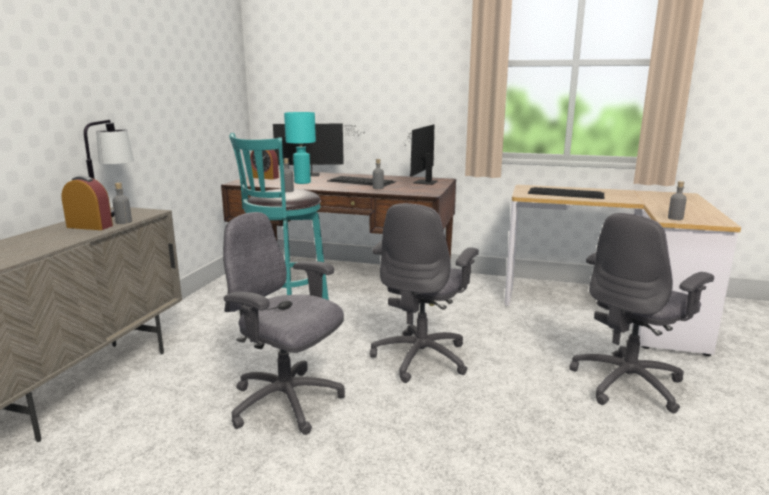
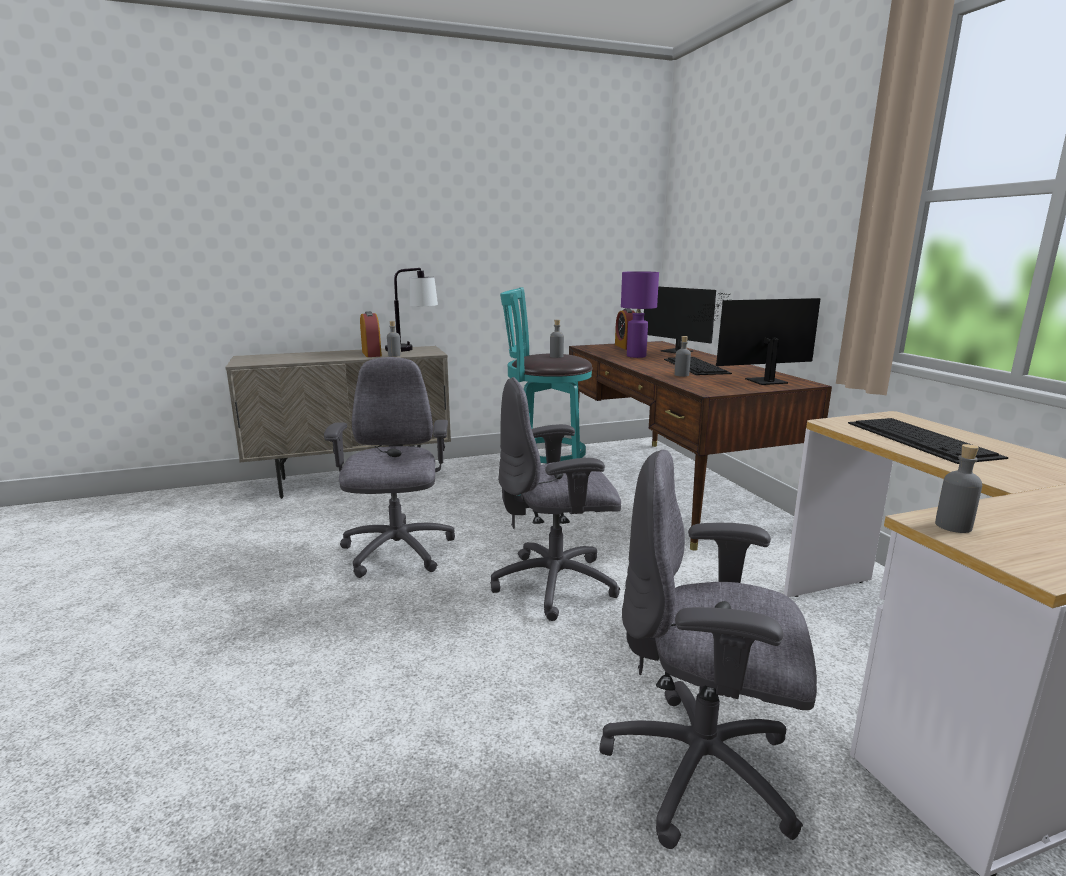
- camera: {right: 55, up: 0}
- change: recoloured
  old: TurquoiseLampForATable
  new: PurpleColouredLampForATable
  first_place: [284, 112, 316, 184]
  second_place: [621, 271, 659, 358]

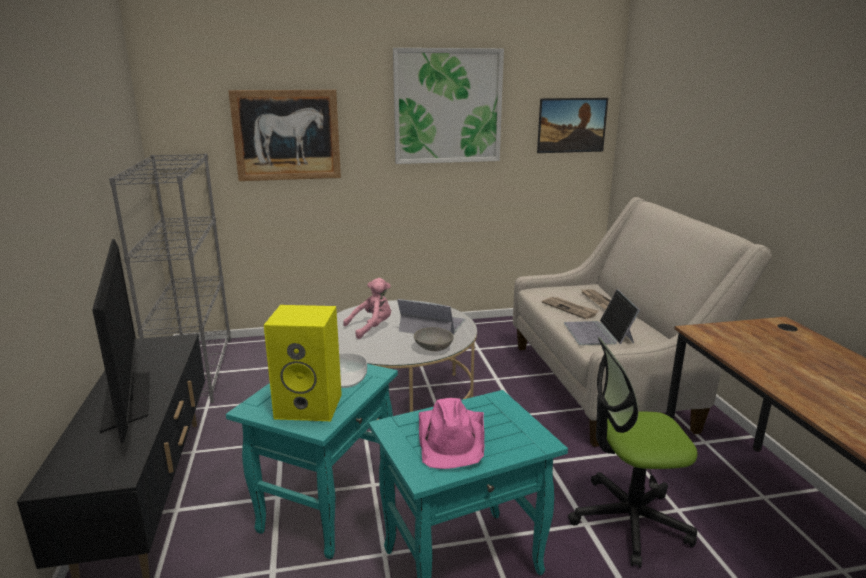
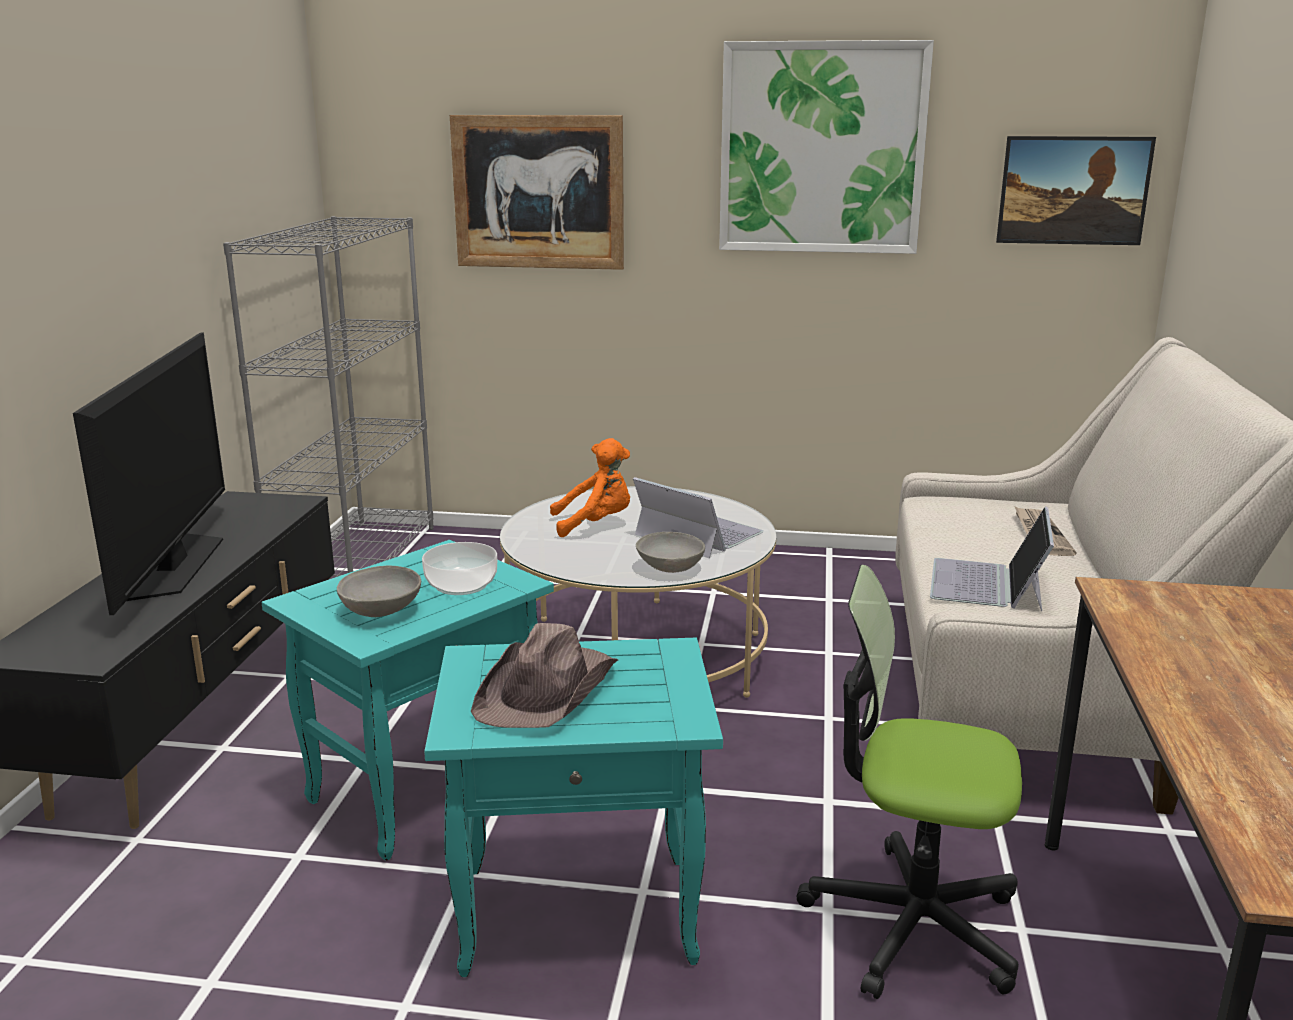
- camera: {right: 20, up: 0}
- change: replaced
  old: YellowSpeaker
  new: GrayBowl
  first_place: [264, 305, 342, 421]
  second_place: [337, 566, 421, 617]
- change: recoloured
  old: PinkCuddlyToy
  new: OrangeCuddlyToy
  first_place: [343, 278, 391, 339]
  second_place: [550, 438, 630, 537]
- change: recoloured
  old: PinkHat
  new: BrownColouredHat
  first_place: [419, 398, 485, 469]
  second_place: [471, 623, 618, 728]
- change: removed
  old: Newspaper
  first_place: [542, 297, 599, 319]

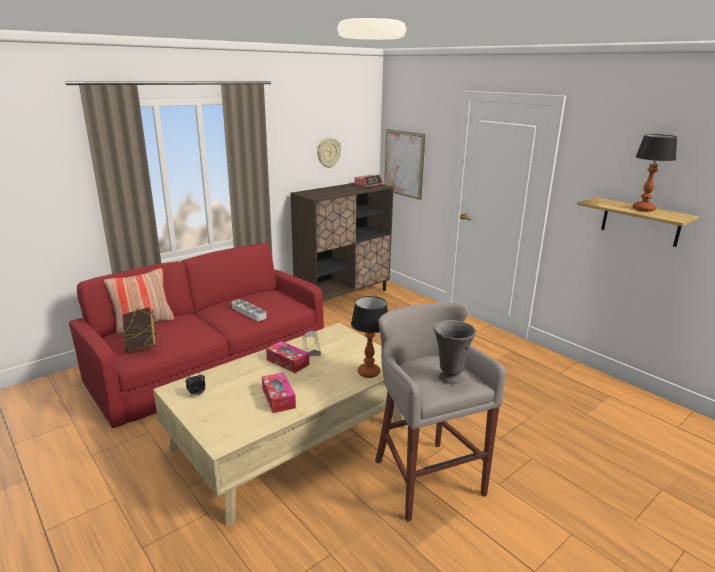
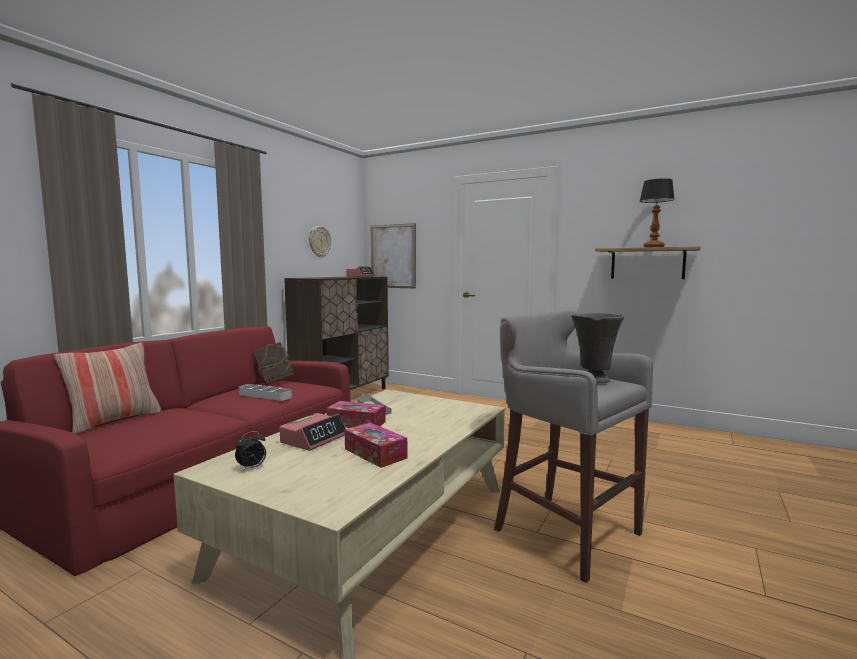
- camera: {right: -20, up: -15}
- change: moved
  old: Volume
  first_place: [122, 307, 157, 353]
  second_place: [253, 342, 294, 385]
- change: removed
  old: LampForATable
  first_place: [351, 296, 388, 378]
- change: added
  new: BedsideClock
  second_place: [280, 413, 346, 451]

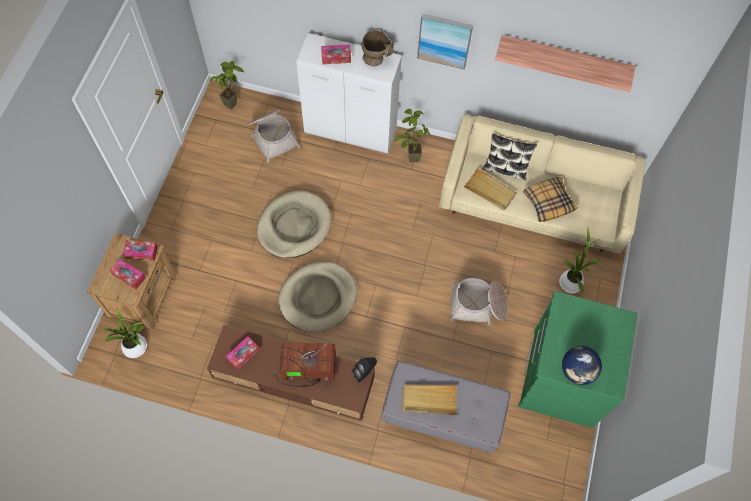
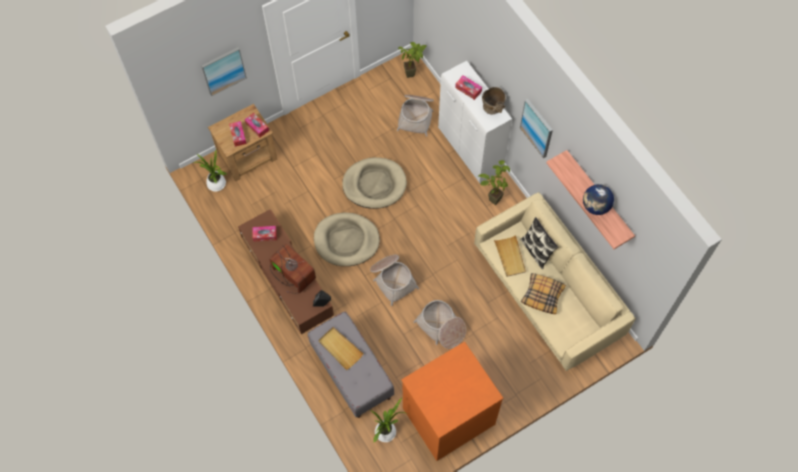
- camera: {right: 45, up: 0}
- change: recoloured
  old: GreenishDrawerChest
  new: OrangeDrawerChest
  first_place: [518, 291, 638, 428]
  second_place: [401, 342, 503, 461]
- change: moved
  old: Houseplant
  first_place: [559, 227, 604, 293]
  second_place: [371, 398, 409, 442]
- change: moved
  old: DeskGlobe
  first_place: [562, 346, 602, 385]
  second_place: [583, 184, 614, 215]
- change: added
  new: WallArt
  second_place: [201, 47, 247, 96]
- change: added
  new: HouseholdBasket
  second_place: [370, 255, 419, 306]

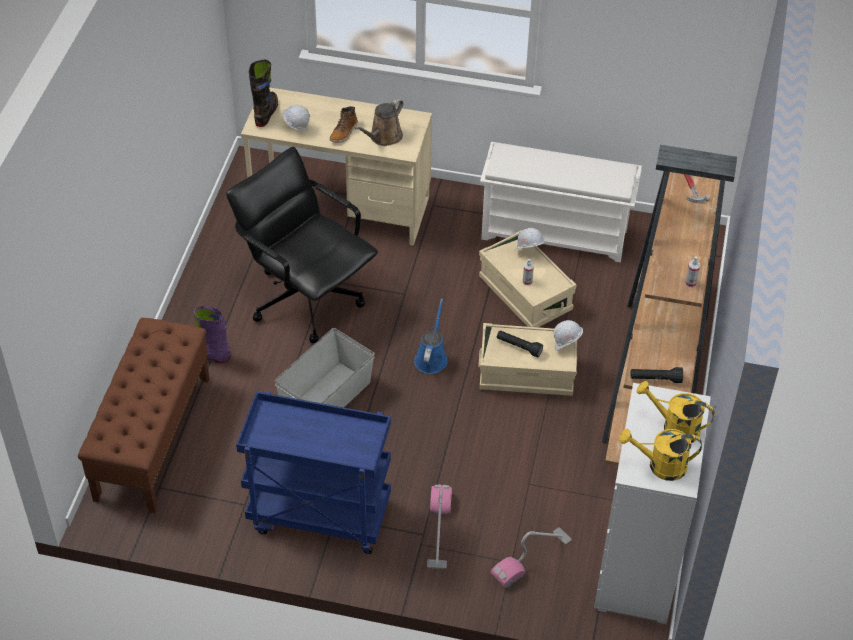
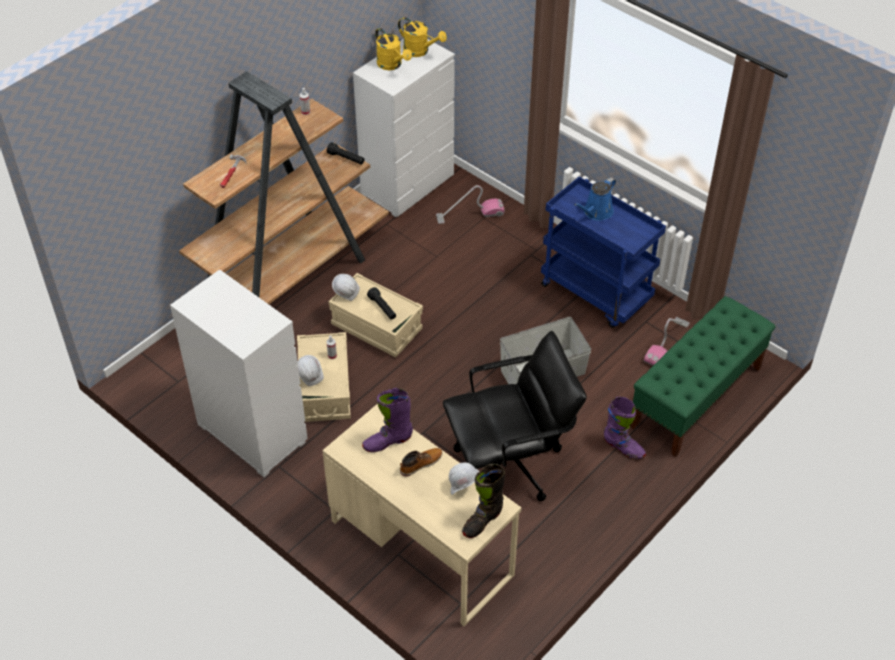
- camera: {right: -150, up: 0}
- change: recoloured
  old: BrownColouredIndoorBench
  new: GreenishIndoorBench
  first_place: [78, 318, 209, 513]
  second_place: [630, 296, 776, 457]
- change: turned
  old: BlackColouredDeskChair
  first_place: [226, 147, 378, 343]
  second_place: [443, 331, 587, 501]
  degrees: -90
- change: replaced
  old: BrownColouredWateringCan
  new: PurpleColouredBoot
  first_place: [354, 98, 403, 146]
  second_place: [362, 388, 413, 452]
- change: moved
  old: BlueWateringCan
  first_place: [414, 299, 448, 374]
  second_place: [574, 178, 616, 221]
- change: moved
  old: Hoover
  first_place: [427, 485, 452, 569]
  second_place: [644, 317, 690, 366]
- change: replaced
  old: WhiteShoeStand
  new: WhiteDrawerChest
  first_place: [480, 142, 642, 262]
  second_place: [170, 269, 308, 477]

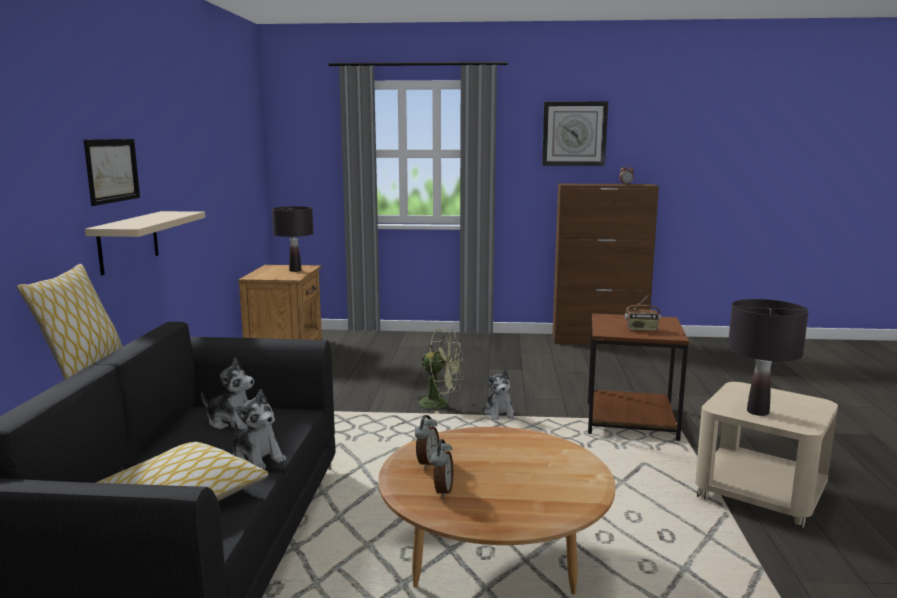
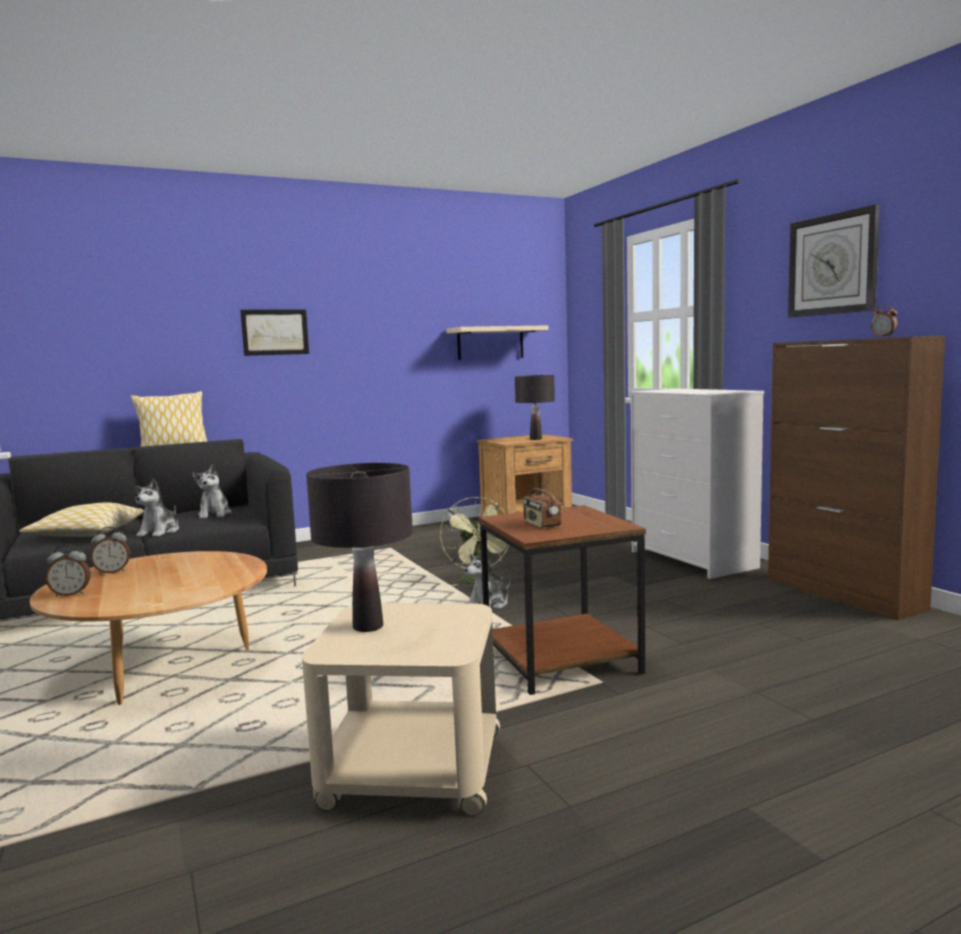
- camera: {right: 60, up: -5}
- change: moved
  old: SandColouredWallShelf
  first_place: [85, 211, 205, 275]
  second_place: [446, 325, 549, 360]
- change: moved
  old: BedsideClock
  first_place: [415, 415, 439, 469]
  second_place: [45, 544, 91, 597]
- change: added
  new: WhiteDrawerChest
  second_place: [629, 389, 764, 579]

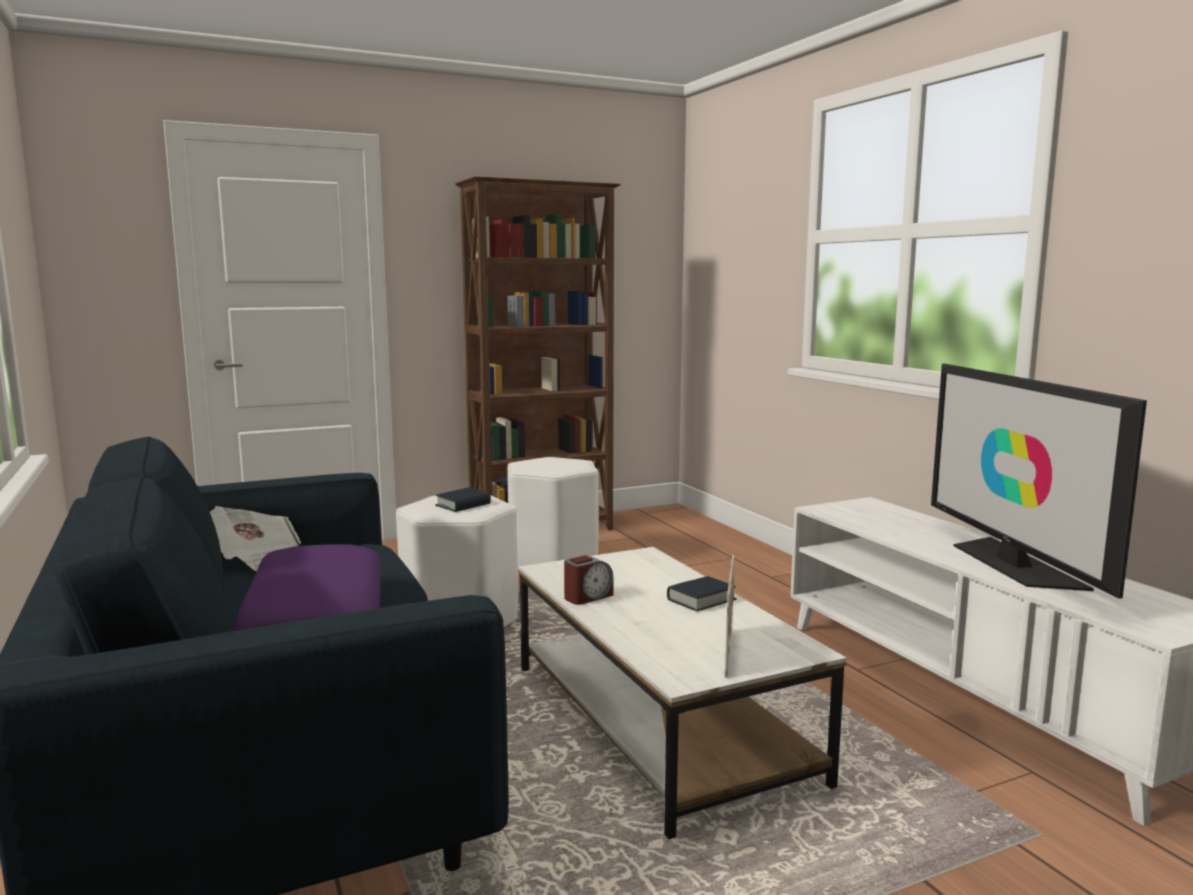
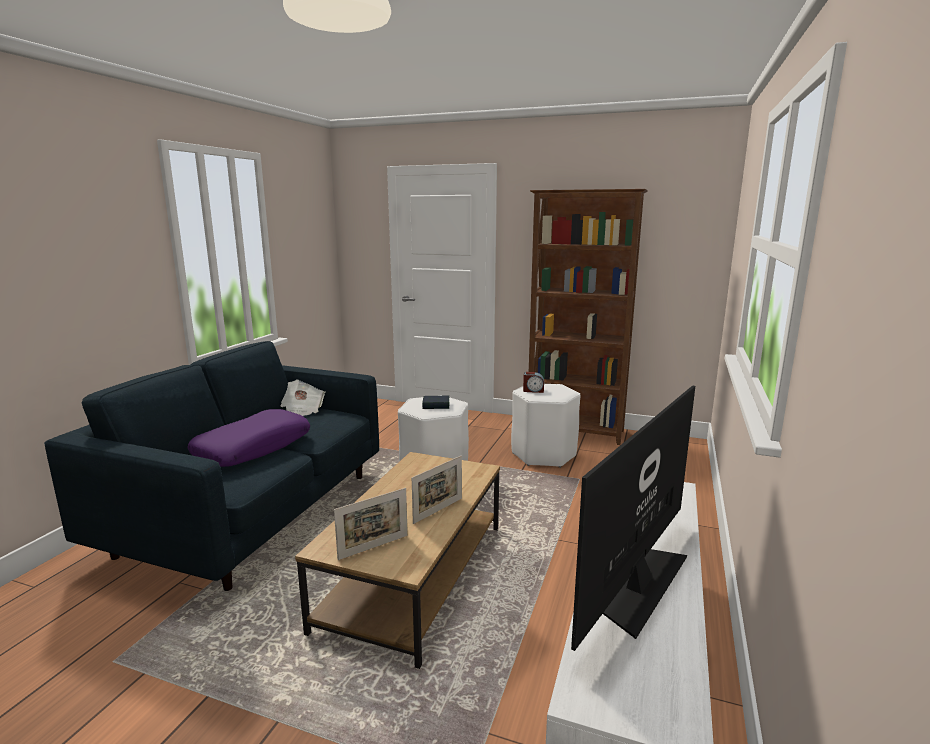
- camera: {right: 45, up: 5}
- change: recoloured
  old: WhiteCoffeeTable
  new: BrownColouredCoffeeTable
  first_place: [519, 547, 847, 839]
  second_place: [295, 452, 500, 669]
- change: moved
  old: BedsideClock
  first_place: [564, 555, 613, 605]
  second_place: [523, 372, 544, 393]
- change: replaced
  old: Volume
  new: StandingFrame
  first_place: [667, 576, 737, 611]
  second_place: [412, 456, 462, 524]

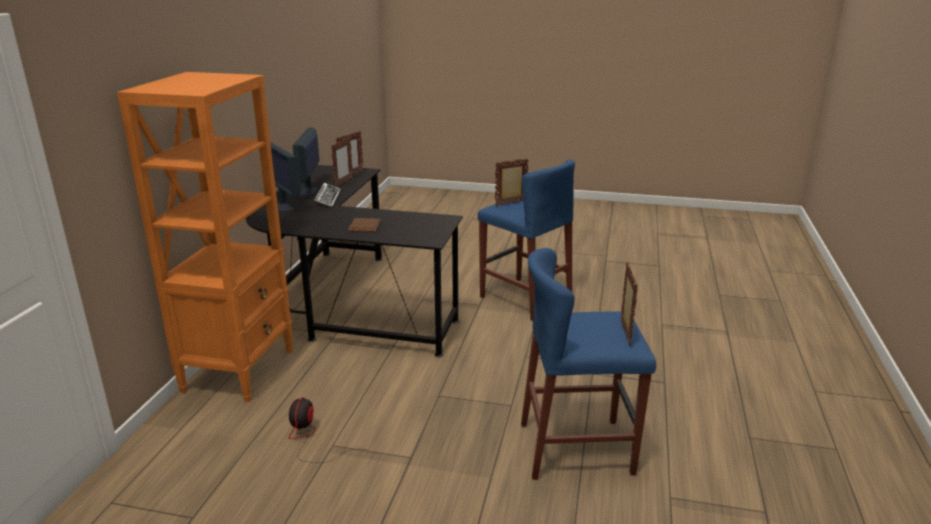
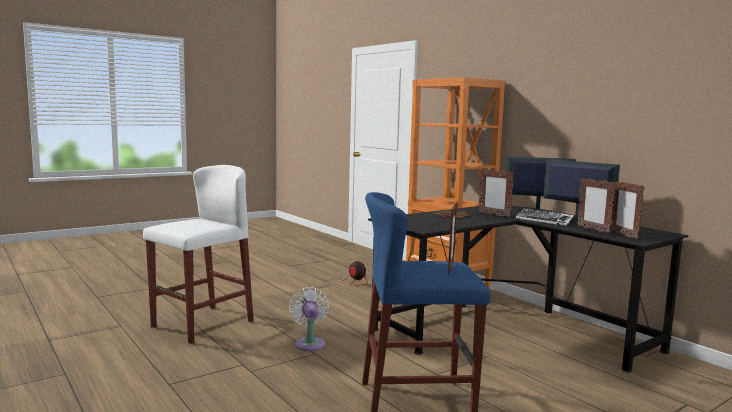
- camera: {right: 130, up: -15}
- change: recoloured
  old: BlueSittingStool
  new: WhiteSittingStool
  first_place: [521, 248, 656, 480]
  second_place: [143, 165, 254, 344]
- change: moved
  old: StandingFrame
  first_place: [621, 262, 638, 346]
  second_place: [479, 169, 514, 217]
- change: added
  new: WhiteCoolingFan
  second_place: [289, 287, 329, 351]

